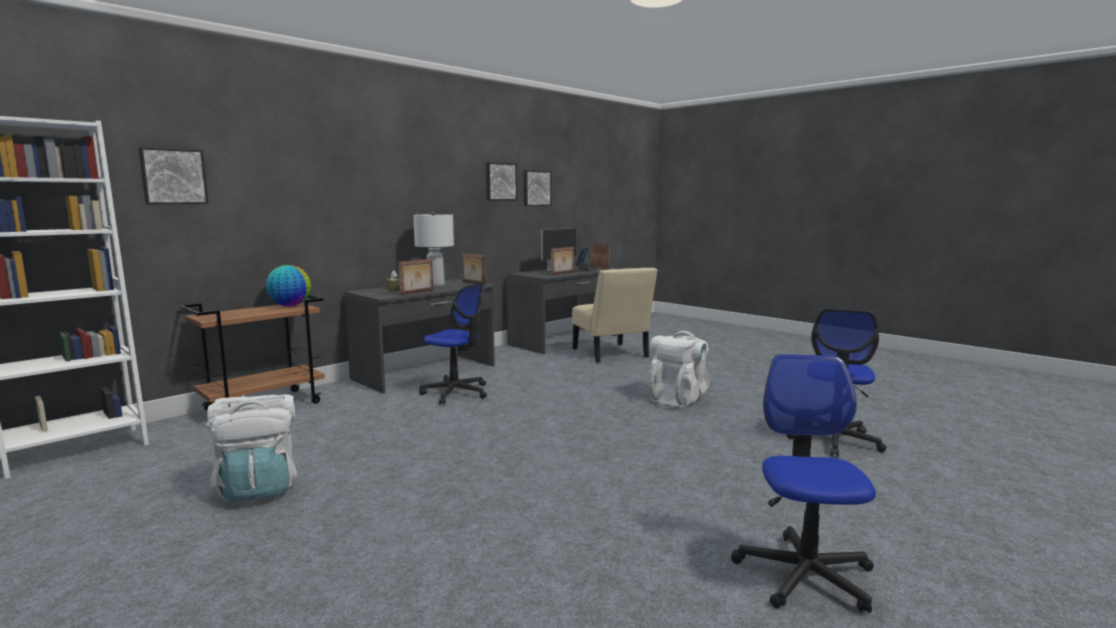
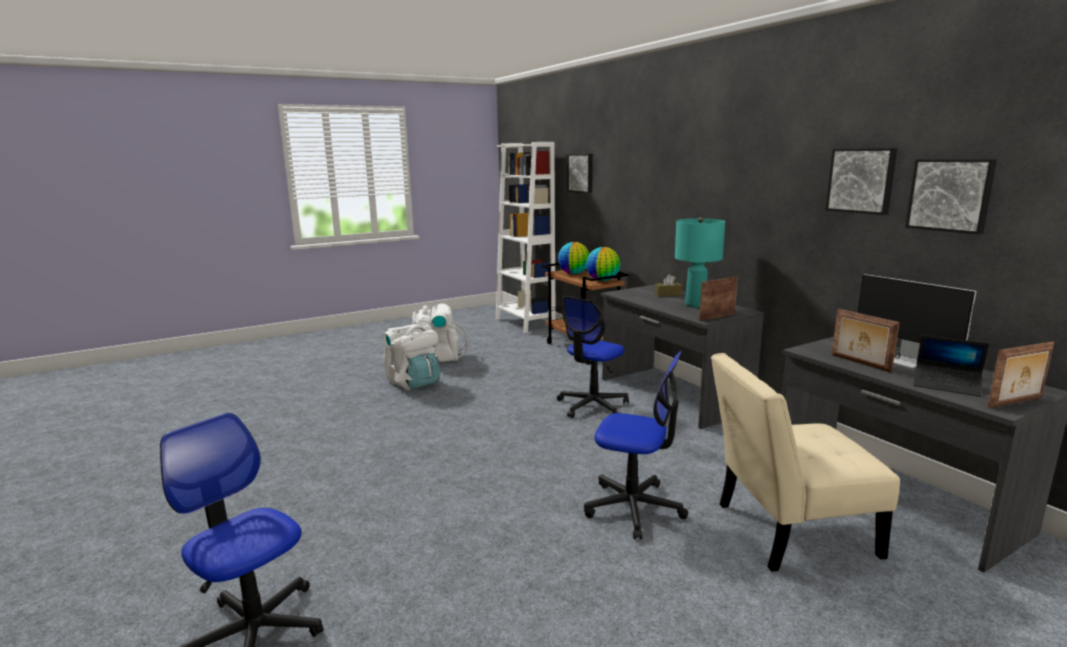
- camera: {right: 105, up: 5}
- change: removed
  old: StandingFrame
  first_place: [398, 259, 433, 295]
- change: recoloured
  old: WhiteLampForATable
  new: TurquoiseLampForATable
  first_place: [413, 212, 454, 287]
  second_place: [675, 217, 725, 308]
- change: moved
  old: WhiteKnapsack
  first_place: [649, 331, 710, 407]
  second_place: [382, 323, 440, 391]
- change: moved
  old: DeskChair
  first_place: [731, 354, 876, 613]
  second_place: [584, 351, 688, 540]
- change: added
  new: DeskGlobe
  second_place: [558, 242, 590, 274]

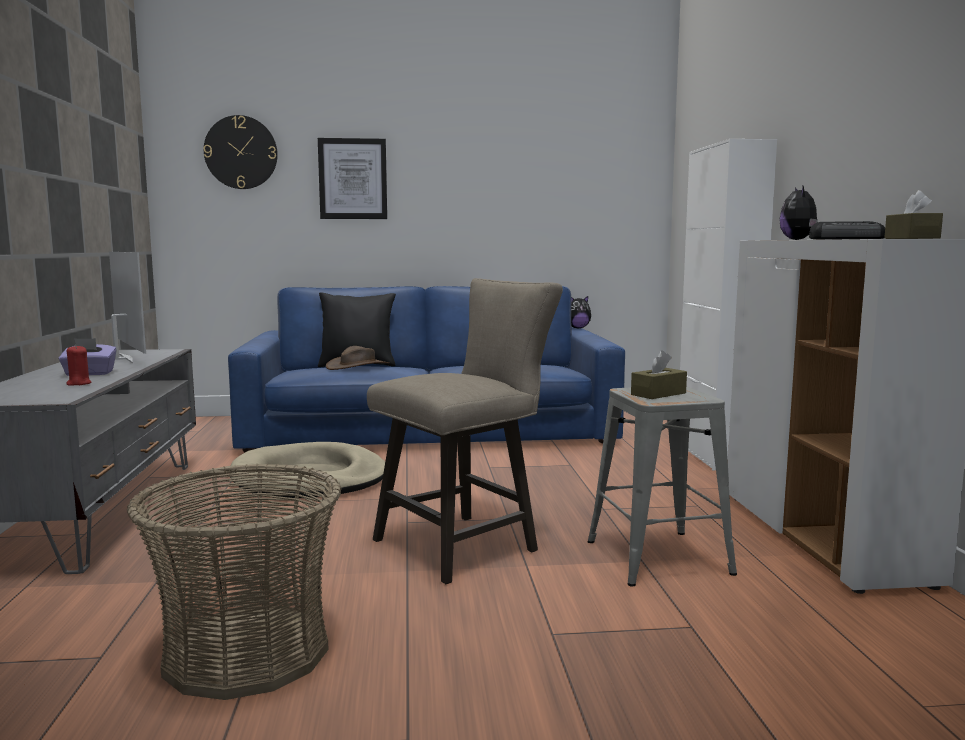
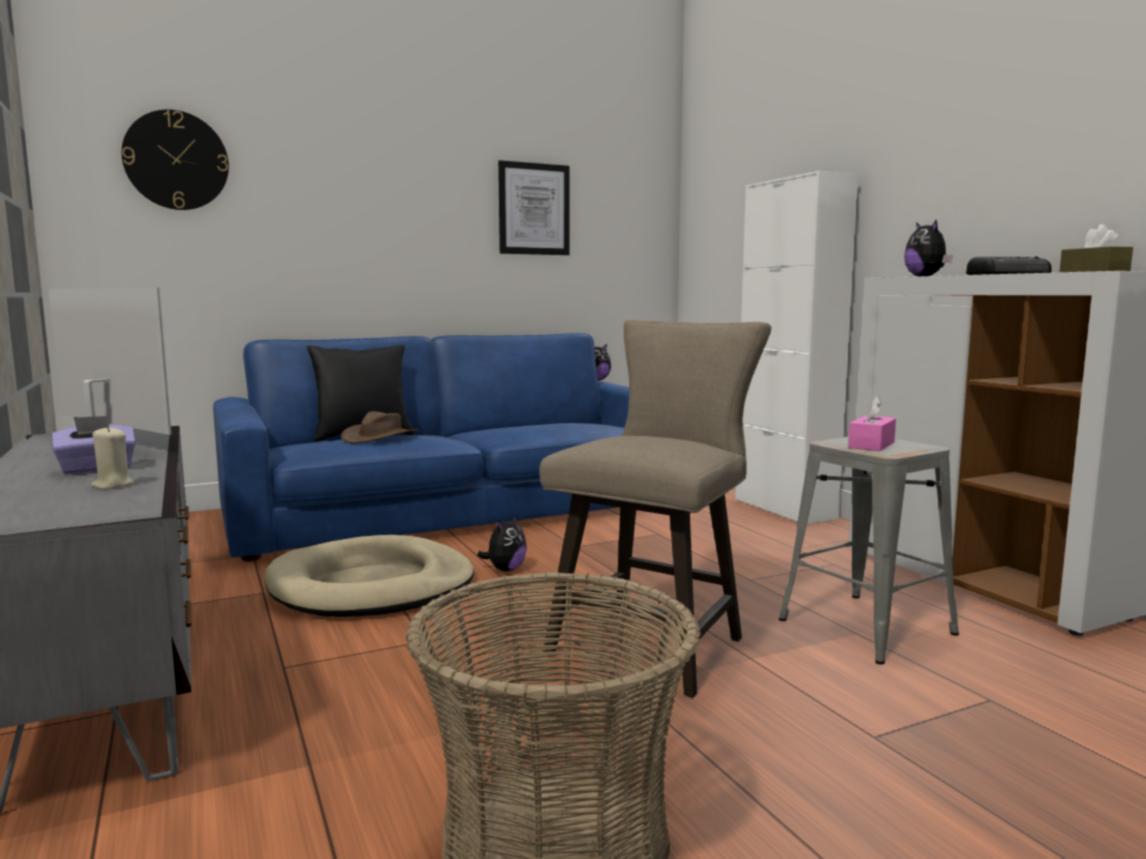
- camera: {right: -20, up: 0}
- change: recoloured
  old: RedColouredWaxLight
  new: SandColouredWaxLight
  first_place: [67, 345, 91, 386]
  second_place: [91, 426, 134, 489]
- change: moved
  old: WallArt
  first_place: [318, 138, 387, 219]
  second_place: [498, 160, 570, 255]
- change: recoloured
  old: BrownColouredTissueHolder
  new: PinkTissueHolder
  first_place: [631, 350, 687, 399]
  second_place: [848, 396, 896, 451]
- change: added
  new: CuddlyToy
  second_place: [477, 514, 527, 571]

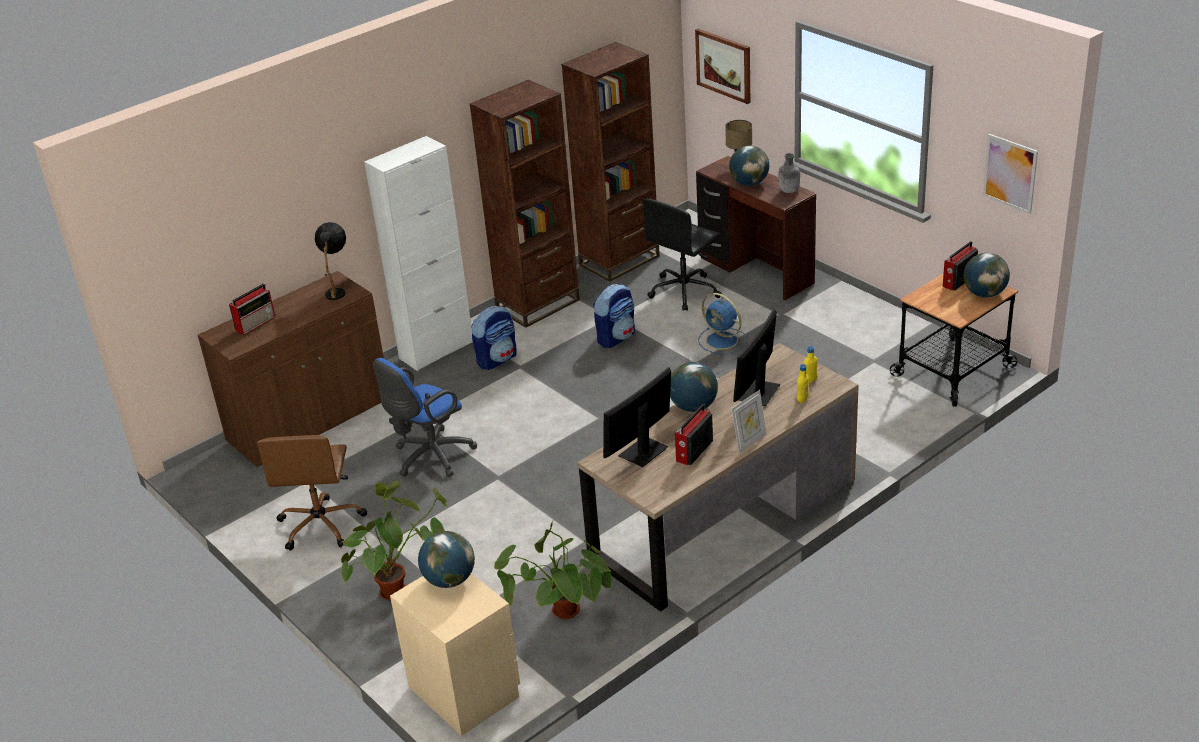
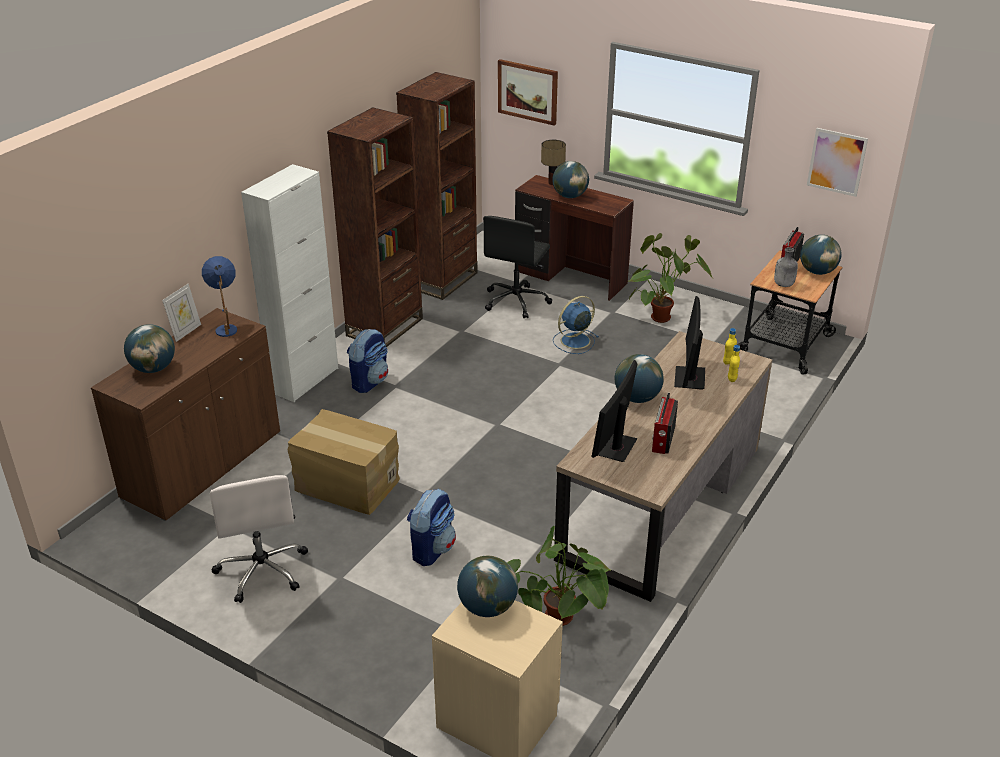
- camera: {right: -20, up: 0}
- change: replaced
  old: RadioReceiver
  new: DeskGlobe
  first_place: [229, 284, 275, 335]
  second_place: [124, 324, 175, 373]
- change: recoloured
  old: BrownColouredDeskChair
  new: WhiteDeskChair
  first_place: [257, 435, 367, 550]
  second_place: [210, 475, 308, 603]
- change: recoloured
  old: BlackColouredLampForATable
  new: BlueLampForATable
  first_place: [315, 222, 346, 300]
  second_place: [202, 256, 237, 337]
- change: moved
  old: Houseplant
  first_place: [341, 481, 447, 601]
  second_place: [629, 233, 713, 323]
- change: replaced
  old: BlueDeskChair
  new: CardboardBox
  first_place: [373, 358, 477, 477]
  second_place: [288, 409, 400, 515]
- change: moved
  old: Knapsack
  first_place: [593, 284, 635, 348]
  second_place: [407, 488, 456, 566]
- change: turned
  old: BlueCoolingFan
  first_place: [698, 293, 748, 354]
  second_place: [553, 296, 599, 354]
  degrees: 120
- change: moved
  old: StandingFrame
  first_place: [732, 390, 767, 453]
  second_place: [162, 284, 201, 342]
- change: moved
  old: GrayBeverageBottle
  first_place: [778, 153, 800, 193]
  second_place: [774, 247, 798, 287]

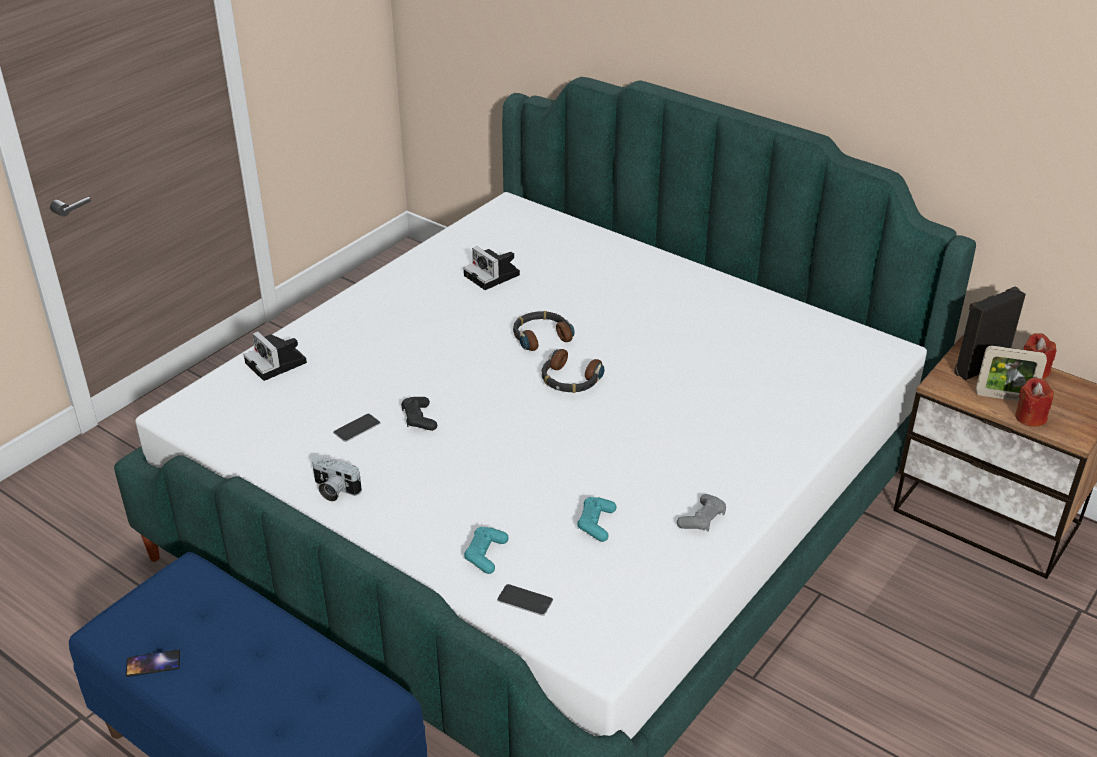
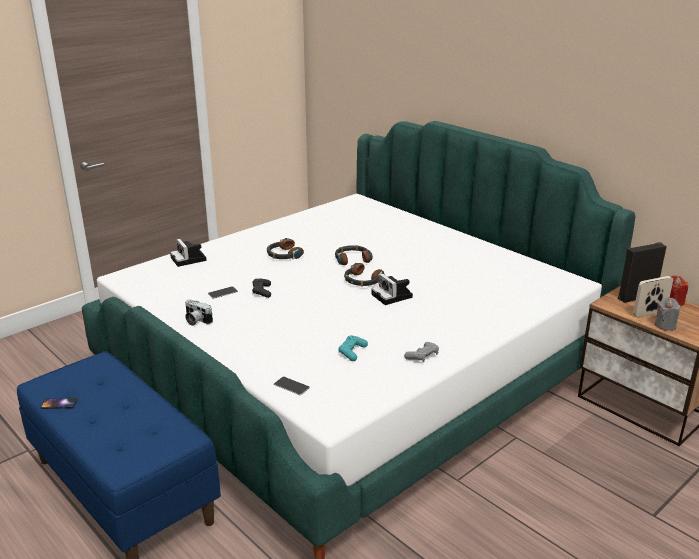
- camera: {right: 10, up: -10}
- change: moved
  old: PhotoCamera
  first_place: [463, 246, 520, 290]
  second_place: [371, 273, 413, 305]
- change: removed
  old: TurquoiseGamepad
  first_place: [464, 527, 509, 574]
- change: turned
  old: StandingFrame
  first_place: [976, 346, 1047, 401]
  second_place: [633, 276, 673, 318]
  degrees: 135
- change: recoloured
  old: RedColouredWaxLight
  new: GrayWaxLight
  first_place: [1015, 378, 1054, 427]
  second_place: [655, 297, 680, 331]
- change: added
  new: Headphones
  second_place: [267, 238, 304, 259]

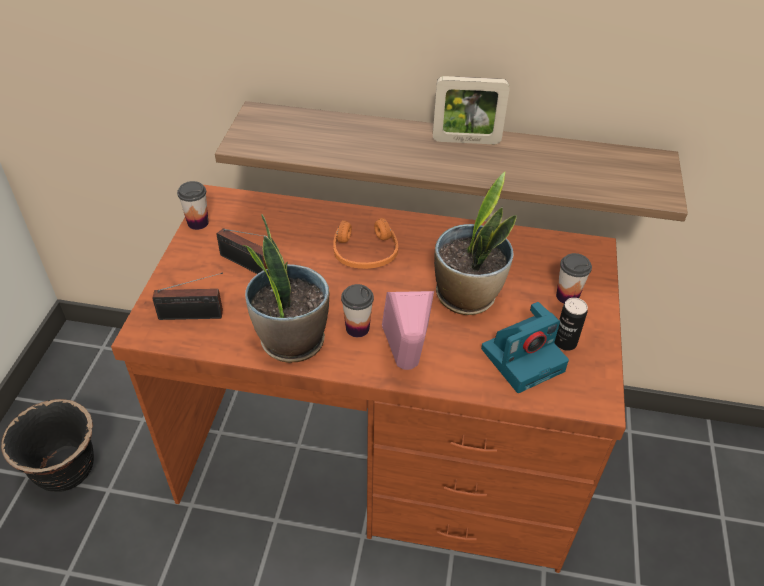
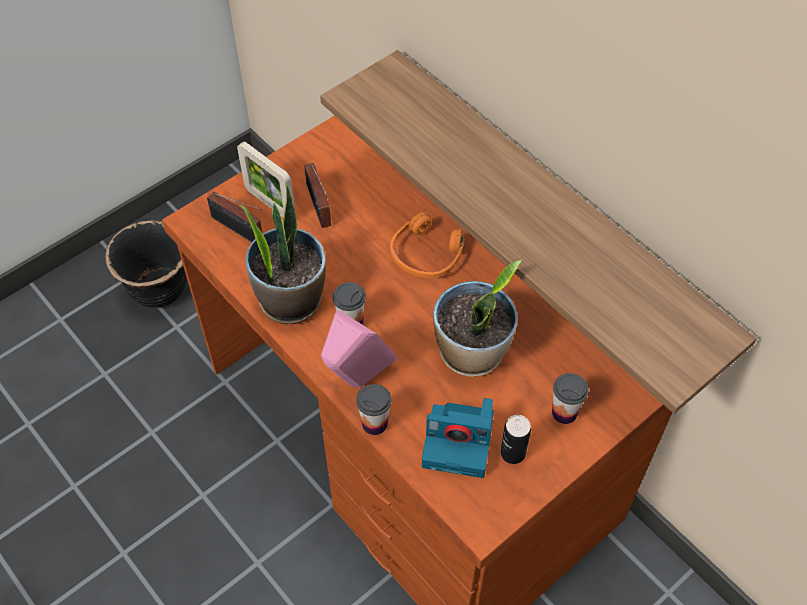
- camera: {right: 40, up: 10}
- change: moved
  old: SmallCup
  first_place: [177, 181, 209, 230]
  second_place: [356, 384, 391, 435]
- change: moved
  old: StandingFrame
  first_place: [433, 76, 509, 144]
  second_place: [237, 142, 295, 218]

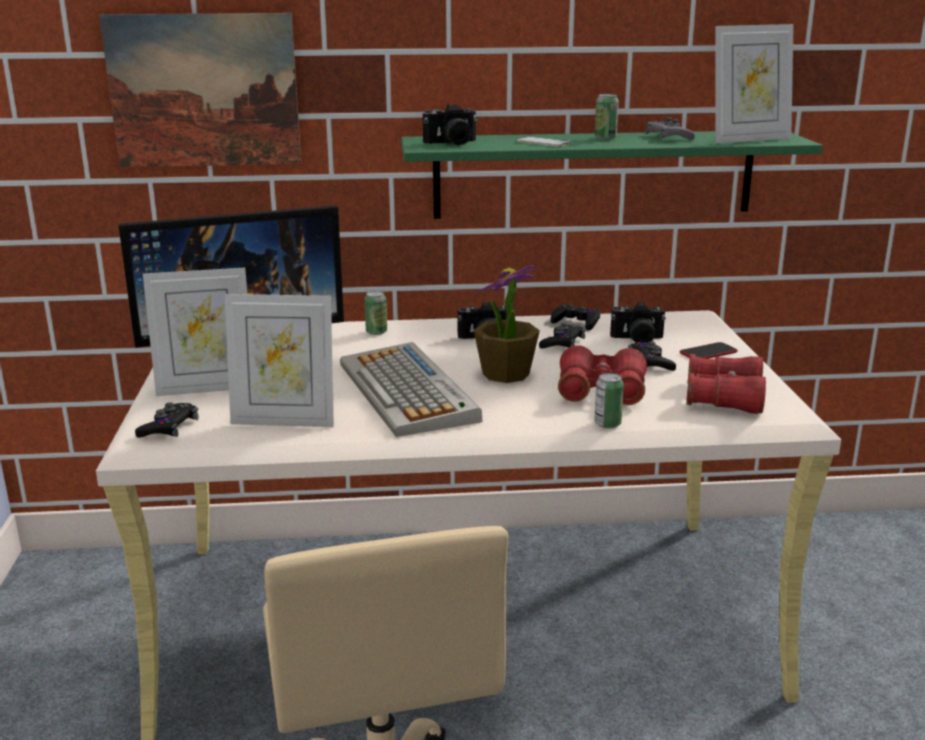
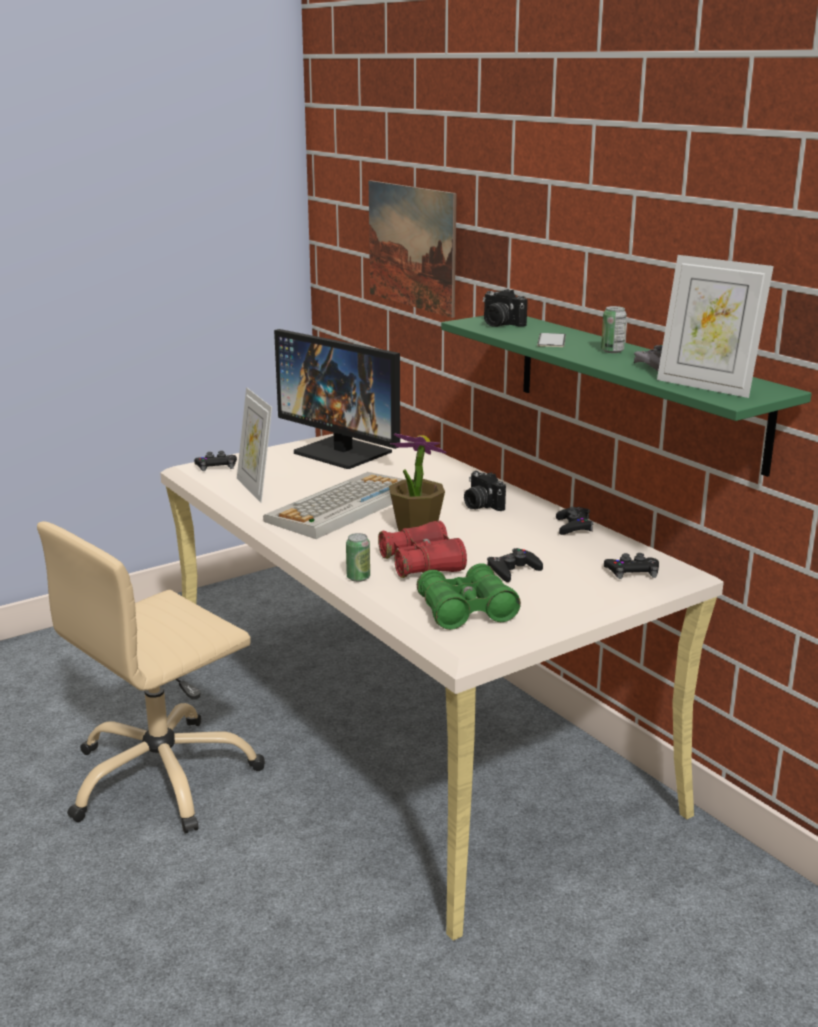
- camera: {right: 60, up: 0}
- change: removed
  old: StandingFrame
  first_place: [143, 267, 247, 396]
- change: removed
  old: Can
  first_place: [365, 291, 387, 335]
- change: moved
  old: BlackColouredGamepad
  first_place: [539, 323, 586, 349]
  second_place: [604, 553, 659, 579]
- change: removed
  old: PhotoCamera
  first_place: [610, 302, 666, 343]
- change: removed
  old: Phone
  first_place: [680, 342, 738, 359]
- change: recoloured
  old: RedColouredFieldGlasses
  new: GreenishFieldGlasses
  first_place: [686, 354, 766, 414]
  second_place: [417, 563, 521, 630]

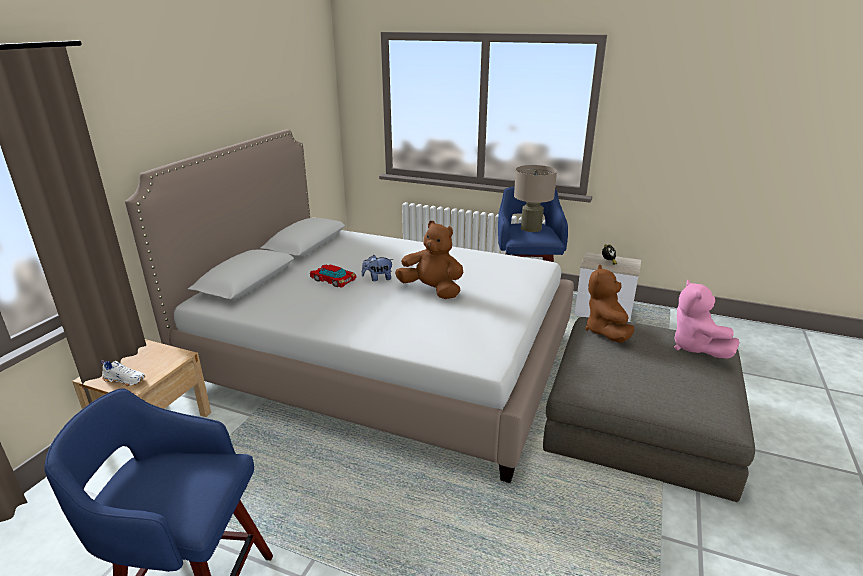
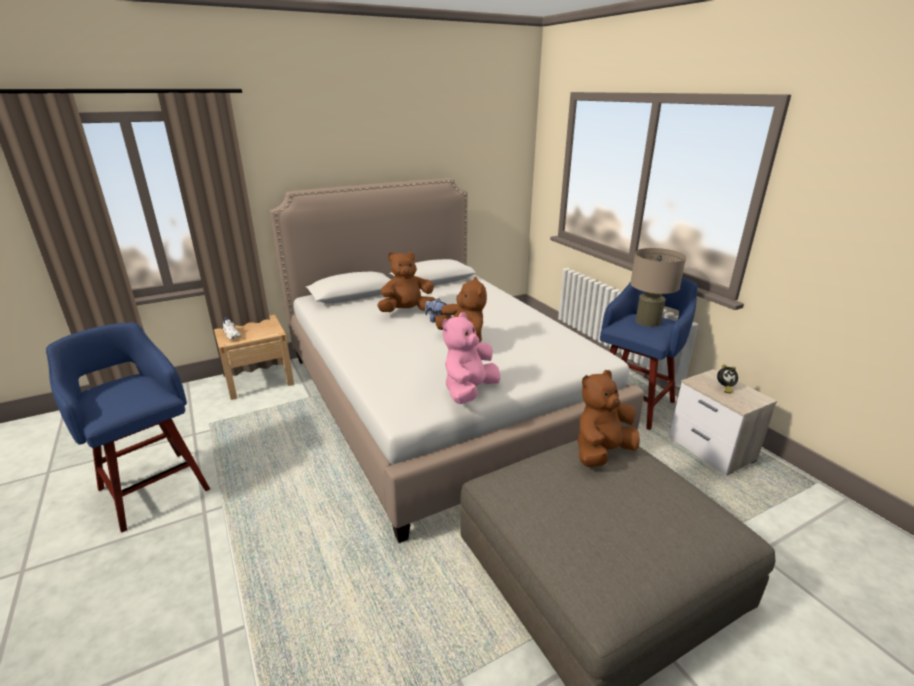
- camera: {right: 40, up: 0}
- change: replaced
  old: ToyCar
  new: BrownColouredCuddlyToy
  first_place: [310, 265, 356, 288]
  second_place: [377, 252, 435, 312]
- change: moved
  old: PinkCuddlyToy
  first_place: [674, 279, 740, 359]
  second_place: [442, 312, 500, 404]

